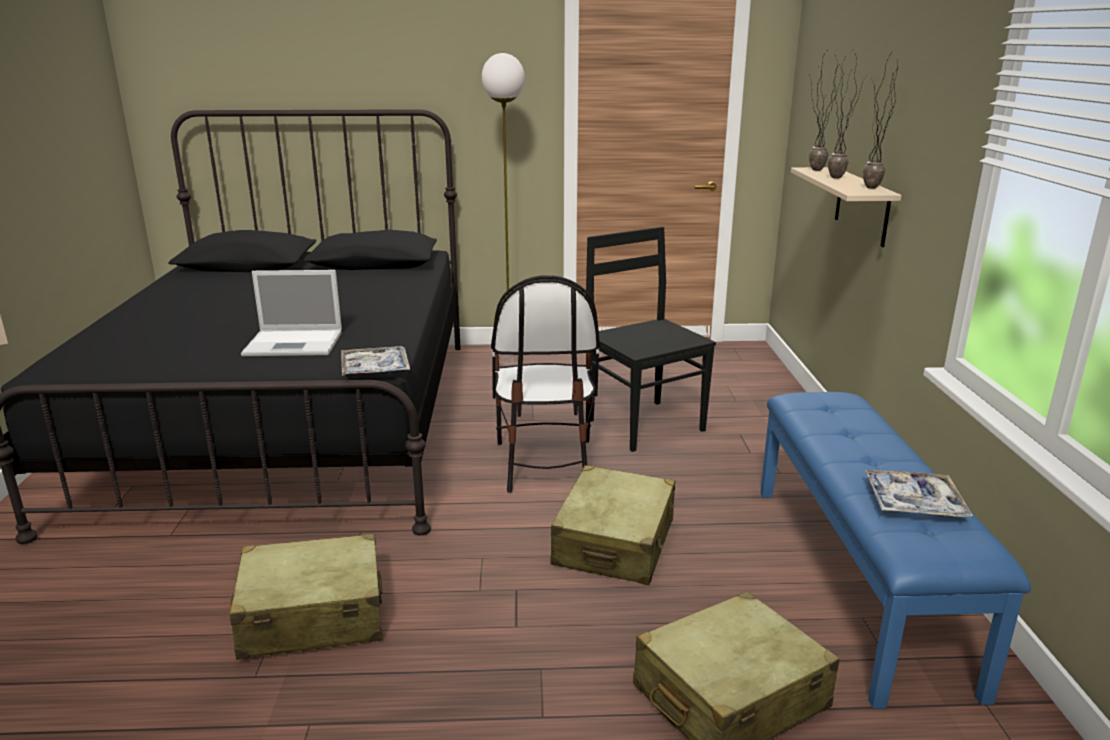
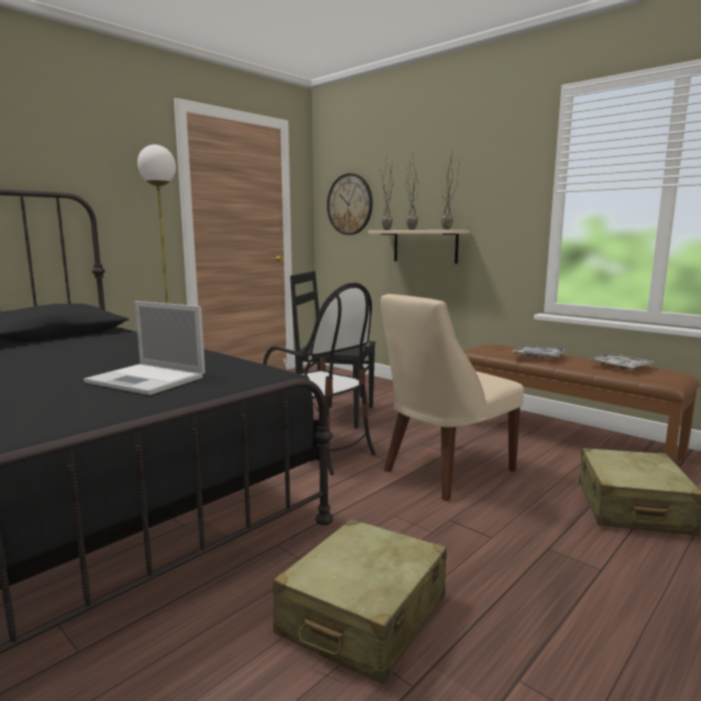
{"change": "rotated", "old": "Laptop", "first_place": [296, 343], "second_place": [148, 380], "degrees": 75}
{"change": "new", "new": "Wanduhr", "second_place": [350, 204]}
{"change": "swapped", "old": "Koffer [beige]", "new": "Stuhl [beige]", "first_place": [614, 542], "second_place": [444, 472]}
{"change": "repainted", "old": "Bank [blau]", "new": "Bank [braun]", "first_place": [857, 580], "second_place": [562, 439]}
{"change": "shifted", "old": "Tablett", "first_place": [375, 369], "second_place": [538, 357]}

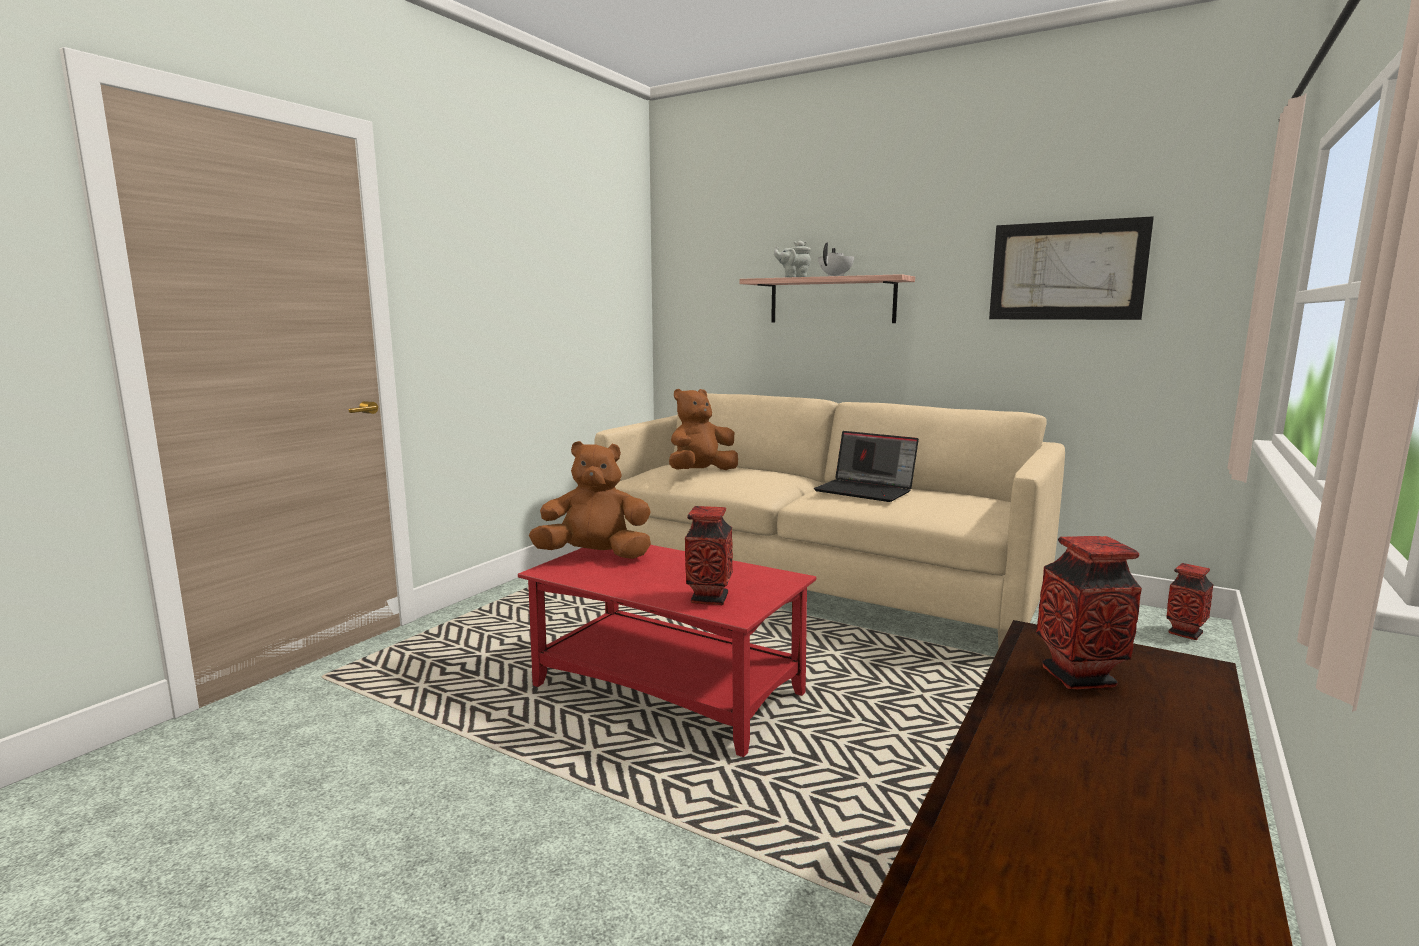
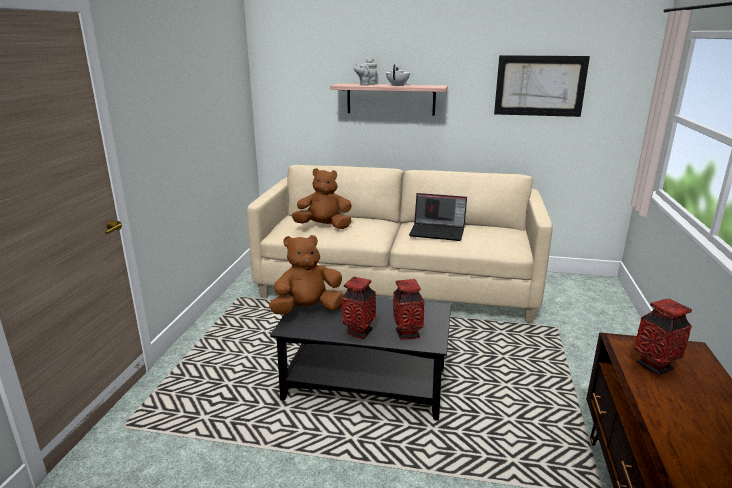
{"change": "repainted", "old": "Couchtisch [rot]", "new": "Couchtisch [schwarz]", "first_place": [670, 690], "second_place": [367, 384]}
{"change": "rotated", "old": "Plüschtier [braun]", "first_place": [701, 472], "second_place": [324, 226], "degrees": 60}
{"change": "shifted", "old": "Vase", "first_place": [1185, 633], "second_place": [359, 332]}

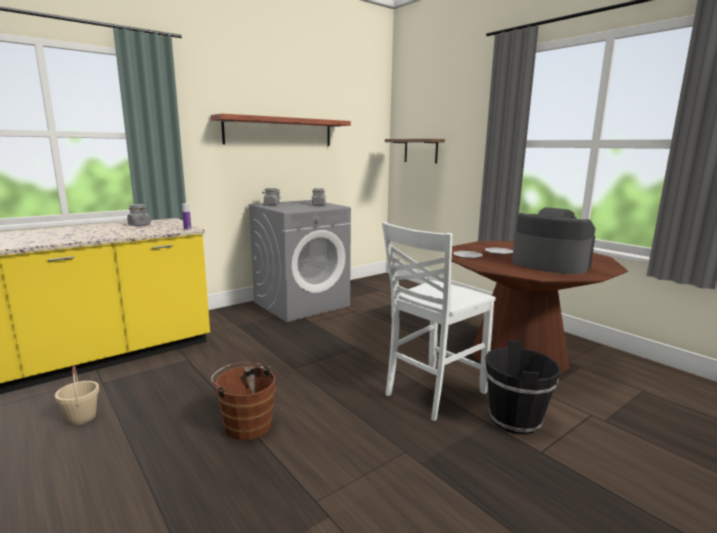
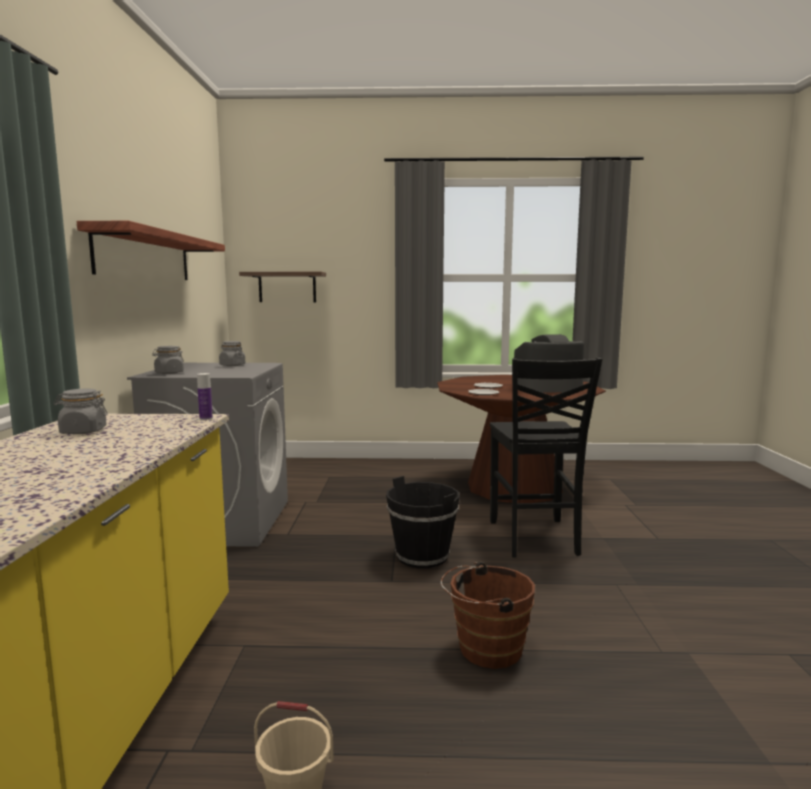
{"change": "shifted", "old": "Eimer [schwarz]", "first_place": [515, 420], "second_place": [423, 556]}
{"change": "repainted", "old": "Stuhl [weiß]", "new": "Stuhl [schwarz]", "first_place": [432, 393], "second_place": [534, 538]}

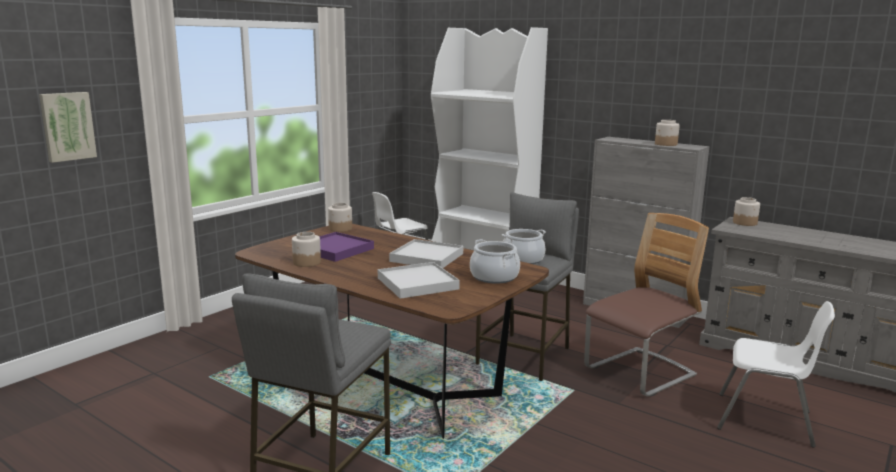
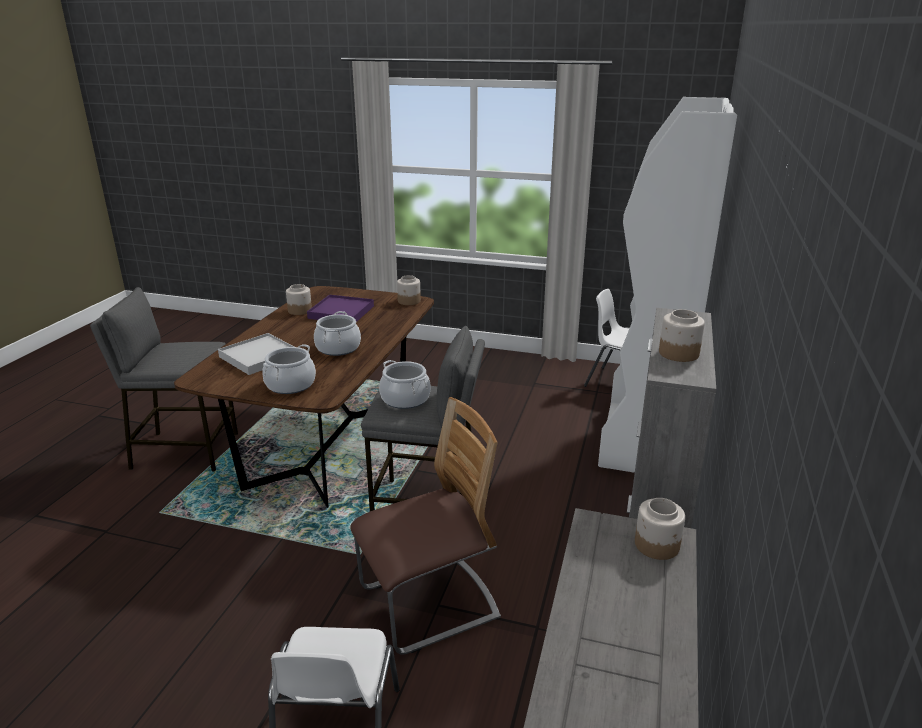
{"change": "swapped", "old": "Tablett [weiß]", "new": "Kochtopf", "first_place": [427, 257], "second_place": [338, 348]}
{"change": "rotated", "old": "Stuhl", "first_place": [639, 373], "second_place": [428, 604], "degrees": -60}
{"change": "gone", "old": "Bild", "first_place": [67, 126]}

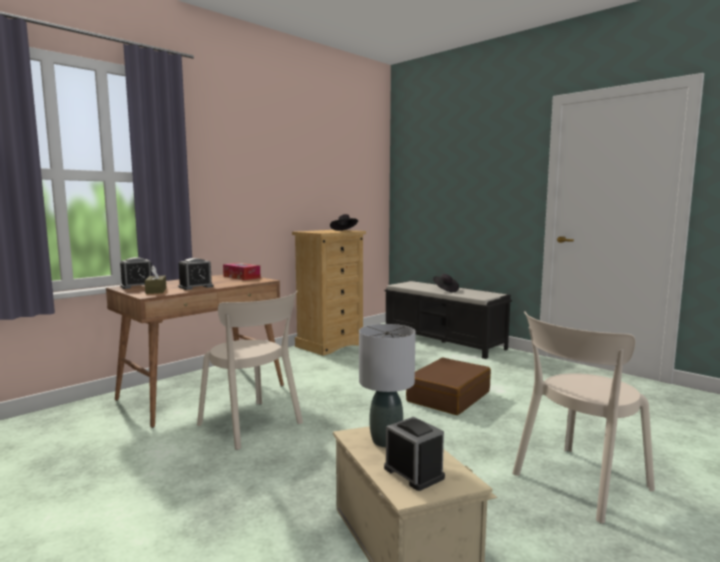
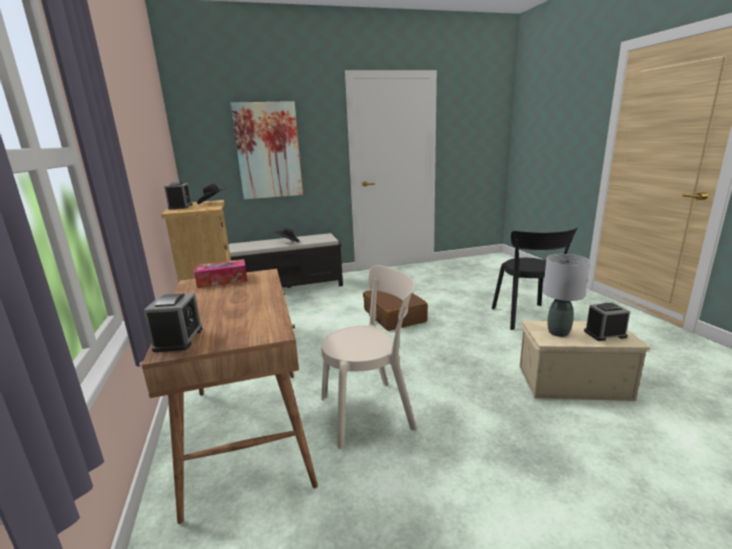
{"change": "shifted", "old": "Wecker", "first_place": [196, 287], "second_place": [180, 207]}
{"change": "new", "new": "Bild", "second_place": [268, 151]}
{"change": "repainted", "old": "Stuhl [beige]", "new": "Stuhl [schwarz]", "first_place": [577, 483], "second_place": [528, 318]}
{"change": "gone", "old": "Taschentuchbox [braun]", "first_place": [156, 291]}

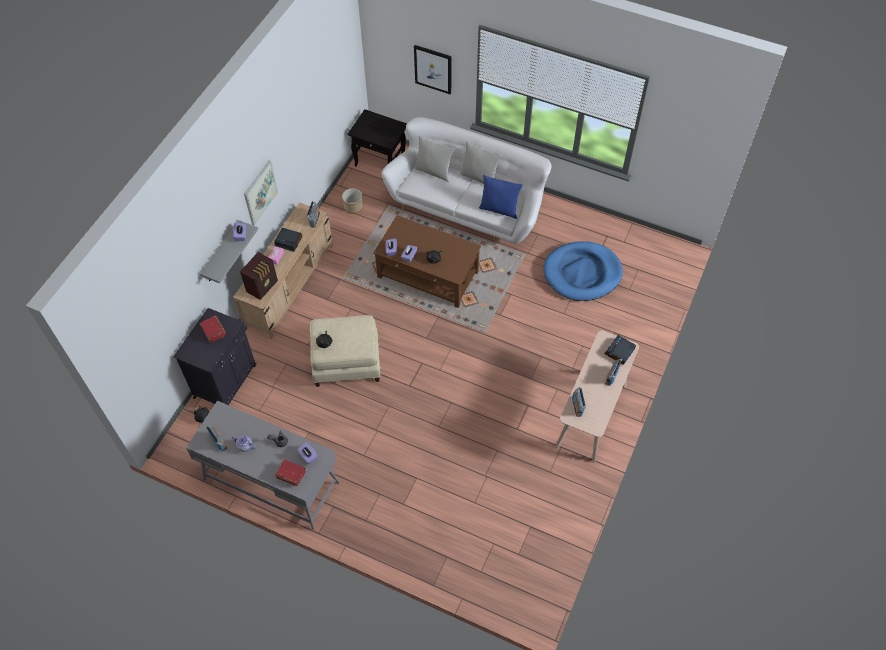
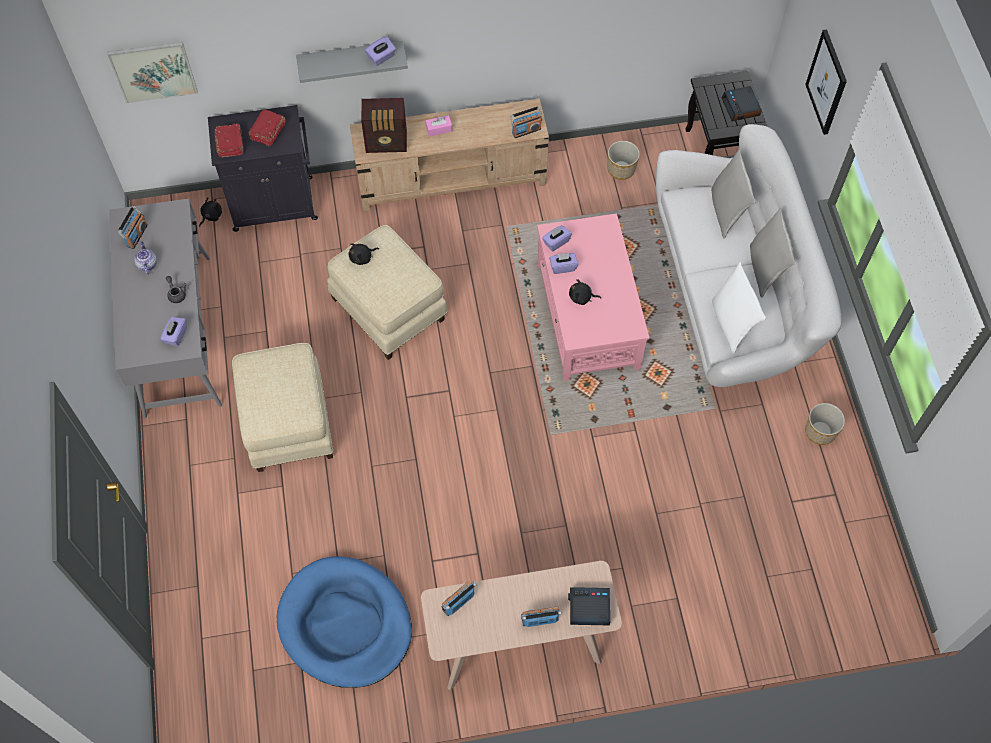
{"change": "shifted", "old": "Bild", "first_place": [260, 192], "second_place": [153, 71]}
{"change": "shifted", "old": "Buch [rot]", "first_place": [291, 474], "second_place": [231, 144]}
{"change": "new", "new": "Polsterhocker [beige]", "second_place": [287, 422]}
{"change": "shifted", "old": "Hundebett [blau]", "first_place": [582, 273], "second_place": [345, 624]}
{"change": "repainted", "old": "Couchtisch [braun]", "new": "Couchtisch [rosa]", "first_place": [428, 274], "second_place": [587, 315]}
{"change": "repainted", "old": "Kissen [blau]", "new": "Kissen [weiß]", "first_place": [499, 209], "second_place": [731, 324]}
{"change": "shifted", "old": "Wecker", "first_place": [289, 241], "second_place": [741, 107]}
{"change": "new", "new": "Pflanzkübel", "second_place": [820, 431]}

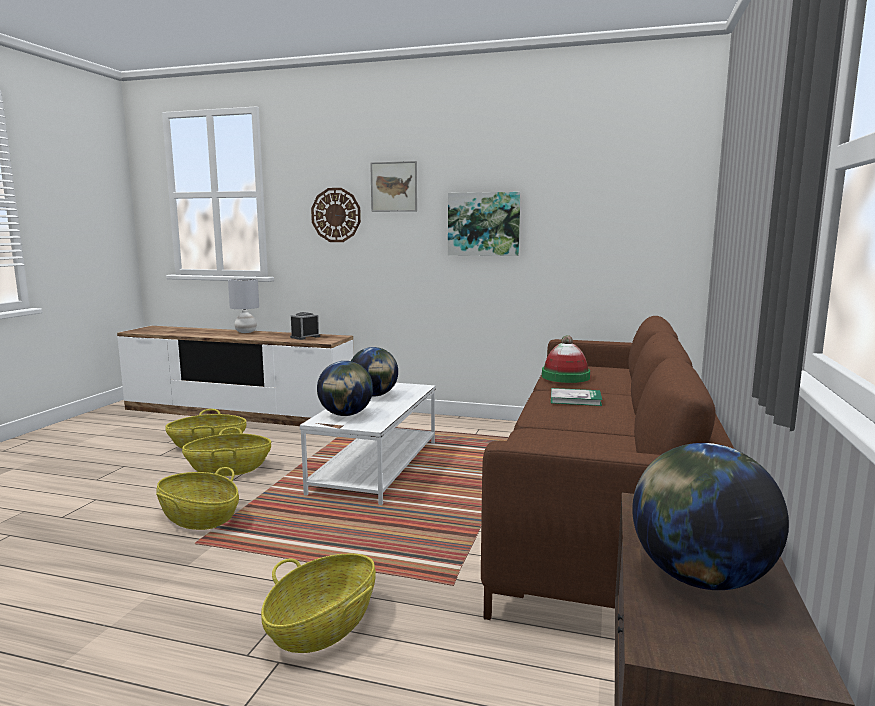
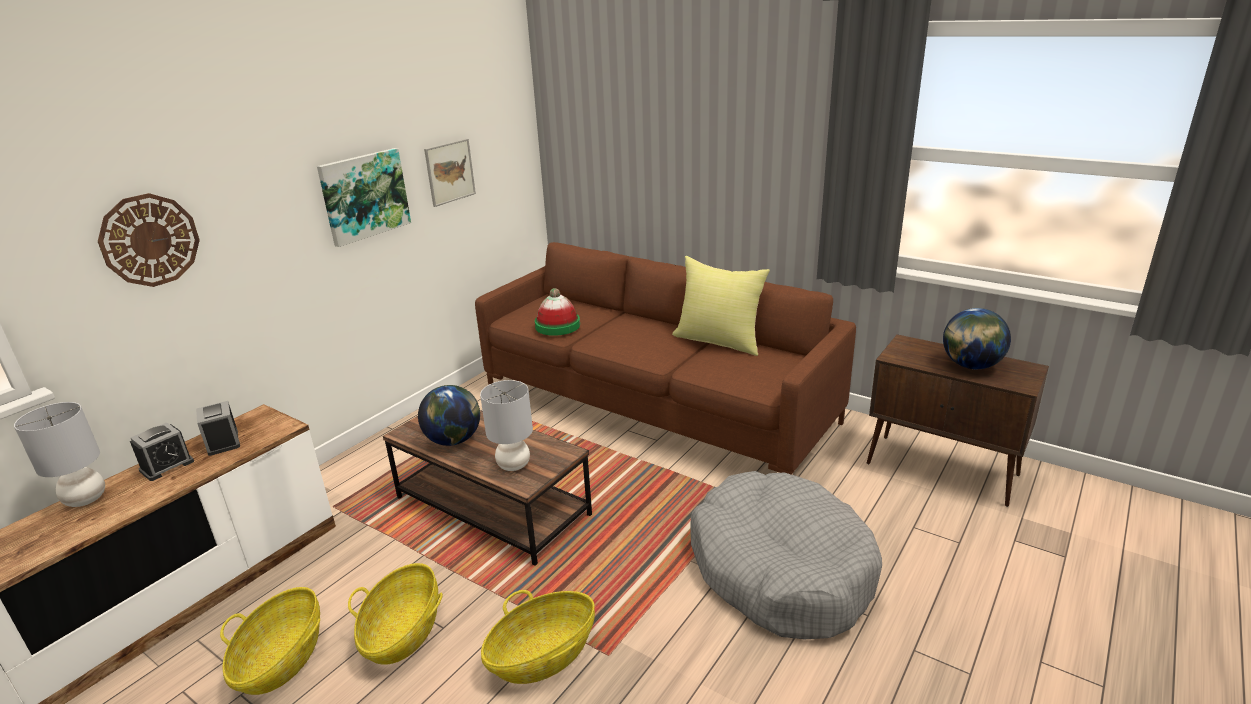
{"change": "new", "new": "Wecker", "second_place": [167, 466]}
{"change": "repainted", "old": "Couchtisch [weiß]", "new": "Couchtisch [braun]", "first_place": [376, 467], "second_place": [493, 506]}
{"change": "shifted", "old": "Bild", "first_place": [394, 186], "second_place": [450, 172]}
{"change": "swapped", "old": "Globus", "new": "Tischlampe [grau]", "first_place": [346, 415], "second_place": [514, 465]}
{"change": "new", "new": "Kissen [gelb]", "second_place": [719, 341]}
{"change": "swapped", "old": "Korb", "new": "Hundebett [grau]", "first_place": [323, 626], "second_place": [780, 569]}
{"change": "gone", "old": "Buch", "first_place": [575, 399]}

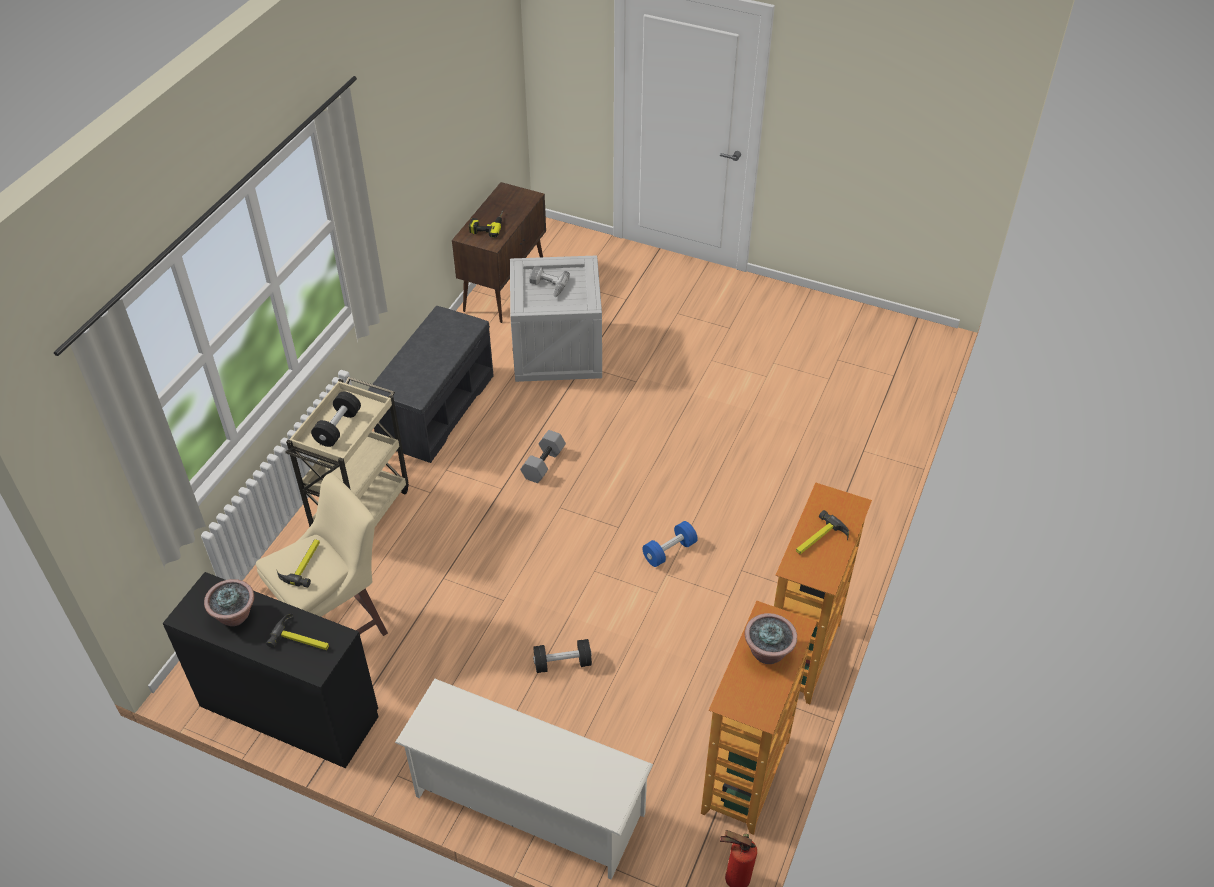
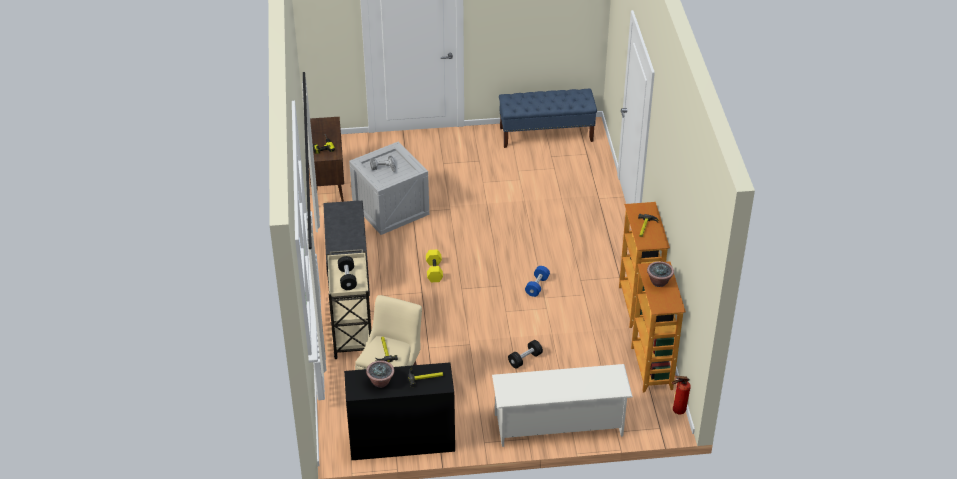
{"change": "repainted", "old": "Hantel [grau]", "new": "Hantel [gelb]", "first_place": [543, 463], "second_place": [433, 271]}
{"change": "new", "new": "Bank [blau]", "second_place": [546, 134]}

